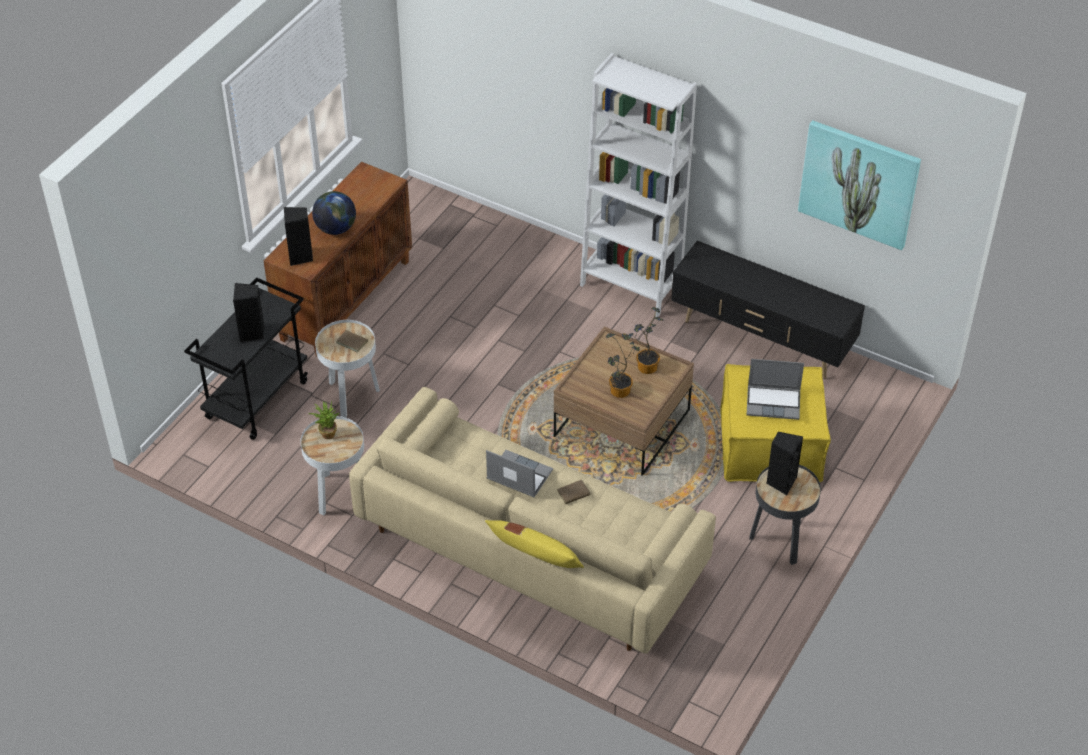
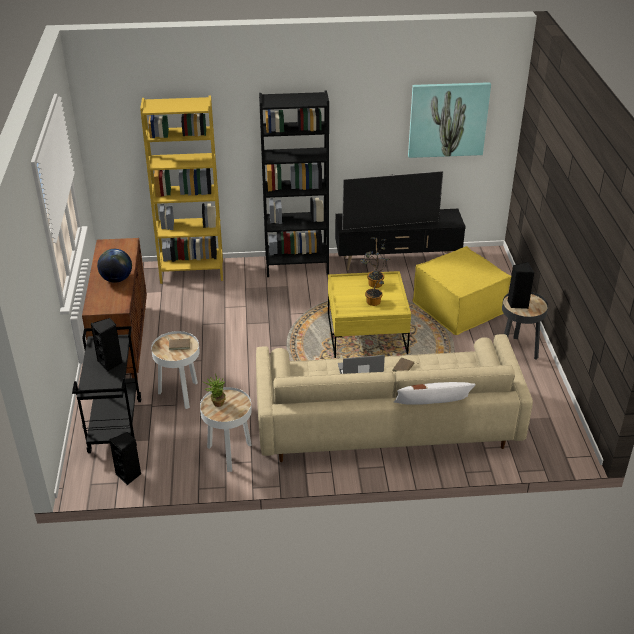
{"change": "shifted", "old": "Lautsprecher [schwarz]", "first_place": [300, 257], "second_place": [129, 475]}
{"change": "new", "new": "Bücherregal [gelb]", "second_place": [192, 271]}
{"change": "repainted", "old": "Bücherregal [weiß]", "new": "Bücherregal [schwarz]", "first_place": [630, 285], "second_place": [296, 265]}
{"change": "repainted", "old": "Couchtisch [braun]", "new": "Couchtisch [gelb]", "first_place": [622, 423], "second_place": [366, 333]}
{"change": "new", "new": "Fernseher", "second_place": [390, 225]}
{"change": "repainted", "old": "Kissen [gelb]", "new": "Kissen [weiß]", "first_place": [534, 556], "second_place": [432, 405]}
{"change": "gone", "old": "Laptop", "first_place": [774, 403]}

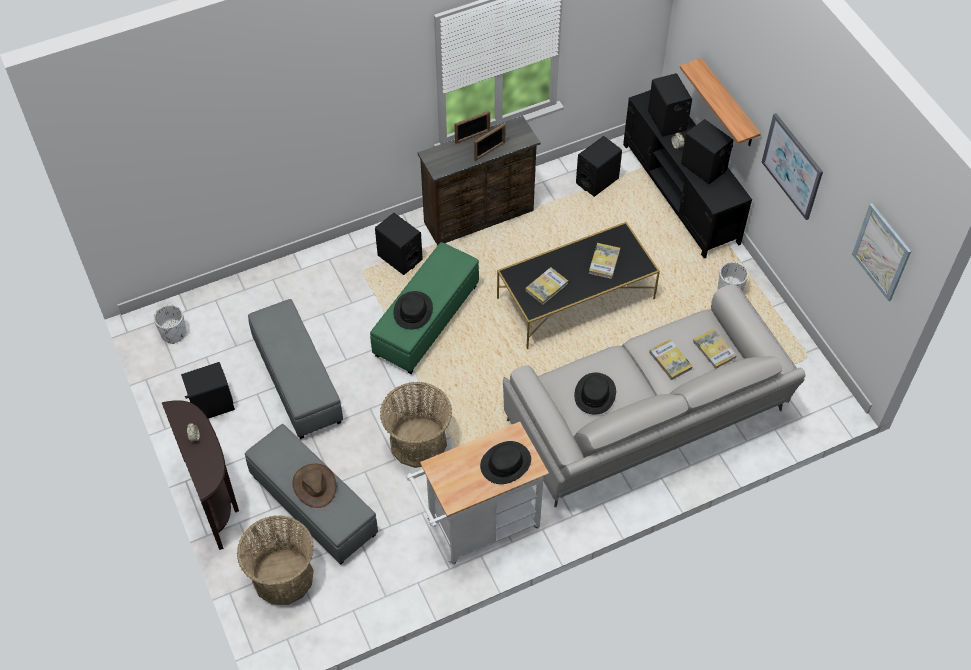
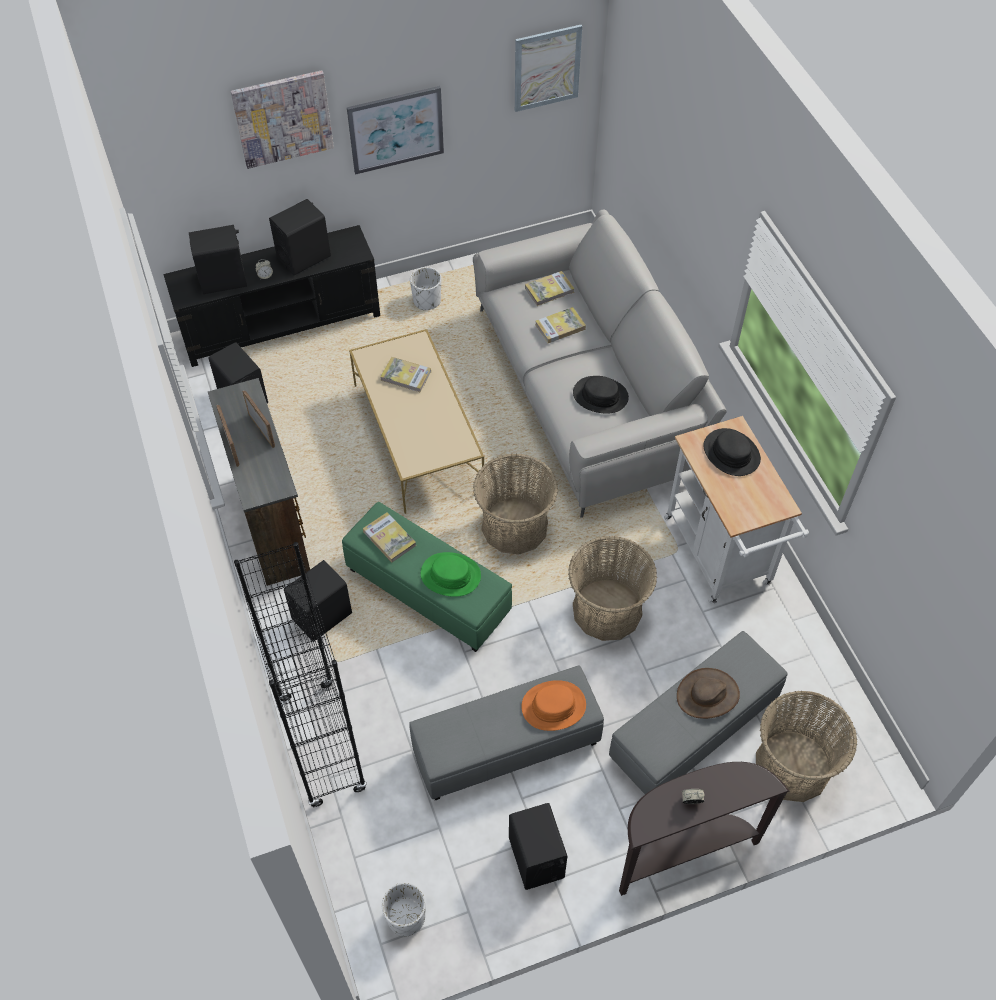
{"change": "new", "new": "Bild", "second_place": [283, 118]}
{"change": "new", "new": "Bücherregal [schwarz]", "second_place": [322, 743]}
{"change": "repainted", "old": "Couchtisch [schwarz]", "new": "Couchtisch [beige]", "first_place": [575, 299], "second_place": [418, 437]}
{"change": "shifted", "old": "Buch", "first_place": [546, 287], "second_place": [389, 538]}
{"change": "repainted", "old": "Hut [schwarz]", "new": "Hut [grün]", "first_place": [413, 311], "second_place": [450, 575]}
{"change": "new", "new": "Korb", "second_place": [514, 527]}
{"change": "new", "new": "Hut [orange]", "second_place": [553, 706]}
{"change": "gone", "old": "Wandregal", "first_place": [728, 105]}

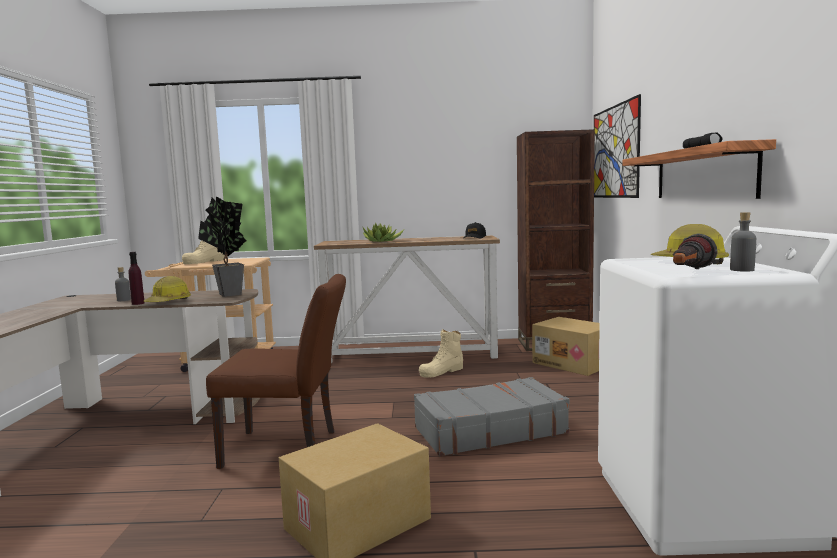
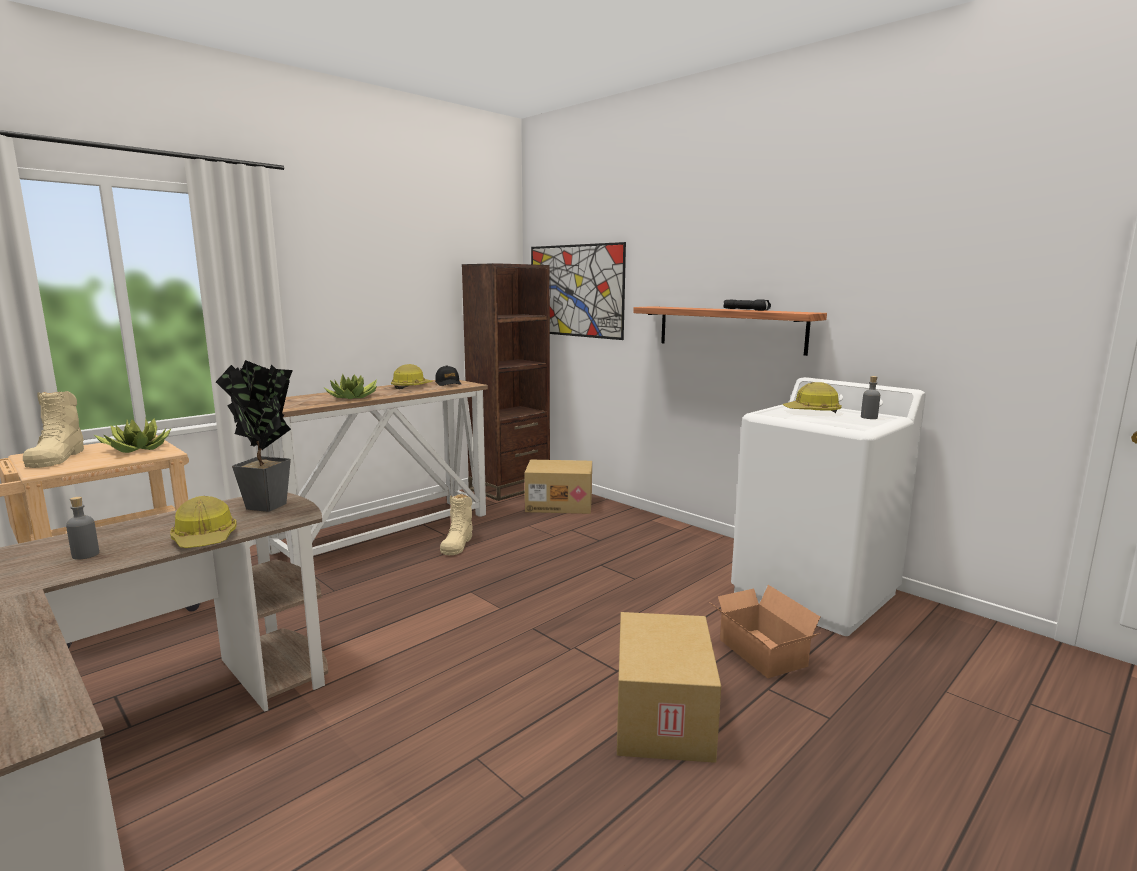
{"change": "new", "new": "Topfpflanze", "second_place": [136, 449]}
{"change": "new", "new": "Schutzhelm", "second_place": [411, 386]}
{"change": "new", "new": "Karton", "second_place": [761, 654]}
{"change": "gone", "old": "Flasche [lila]", "first_place": [138, 303]}
{"change": "gone", "old": "Stuhl [braun]", "first_place": [289, 448]}
{"change": "gone", "old": "Koffer [grau]", "first_place": [489, 430]}
{"change": "gone", "old": "Taschenlampe", "first_place": [688, 273]}

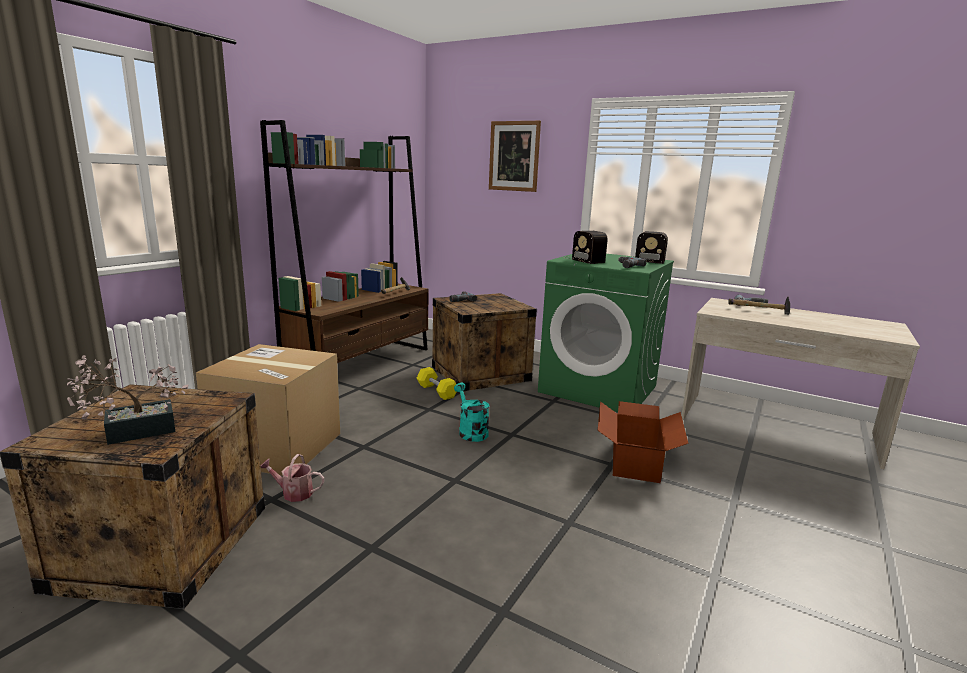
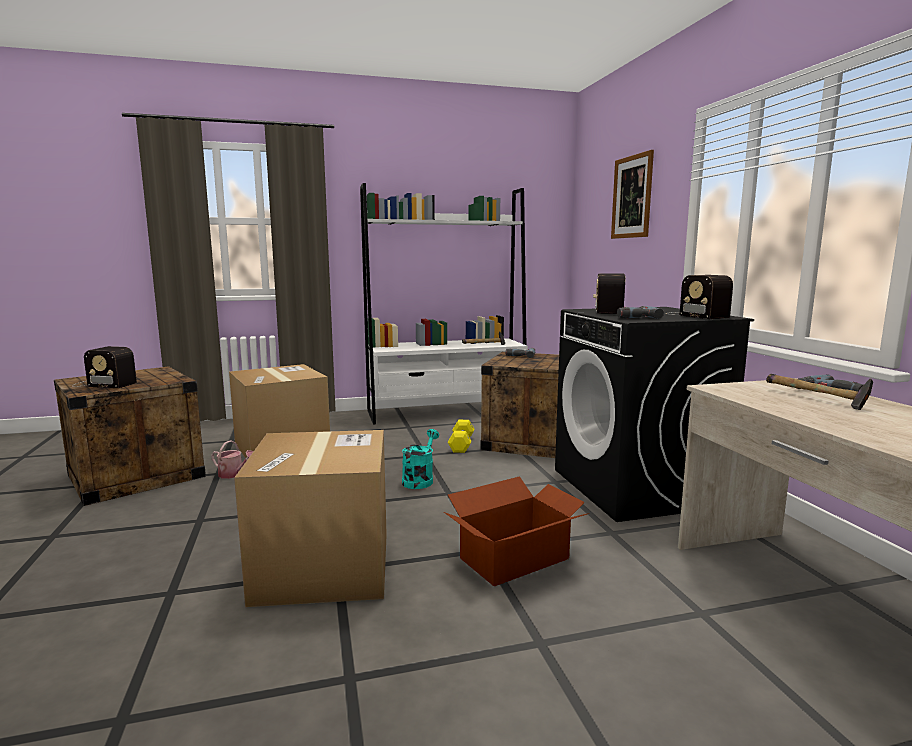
{"change": "swapped", "old": "Topfpflanze", "new": "Radio", "first_place": [132, 431], "second_place": [103, 383]}
{"change": "rotated", "old": "Gießkanne", "first_place": [293, 493], "second_place": [233, 474], "degrees": 150}
{"change": "new", "new": "Karton", "second_place": [324, 566]}
{"change": "repainted", "old": "Bücherregal [braun]", "new": "Bücherregal [weiß]", "first_place": [361, 364], "second_place": [447, 412]}
{"change": "repainted", "old": "Waschmaschine [grün]", "new": "Waschmaschine [schwarz]", "first_place": [599, 389], "second_place": [637, 488]}

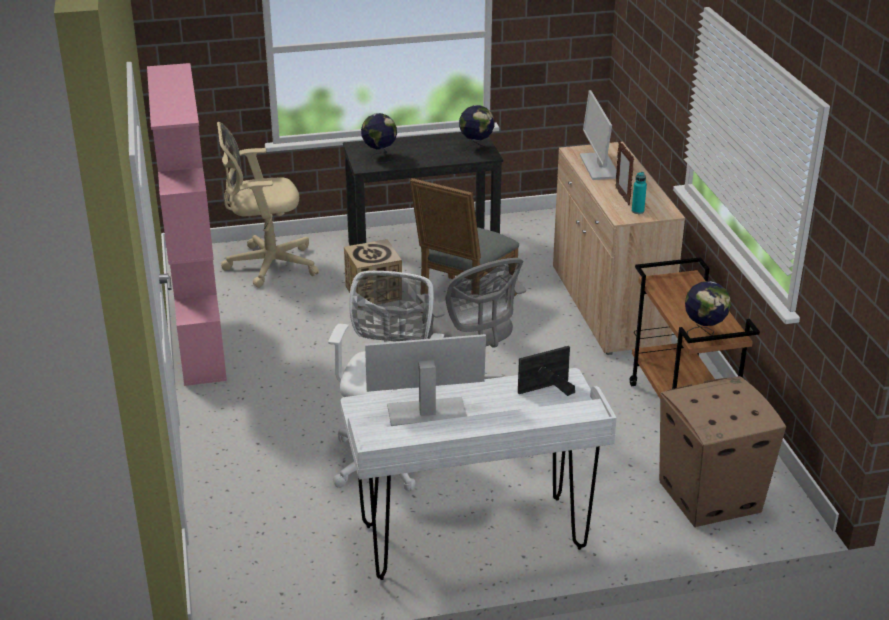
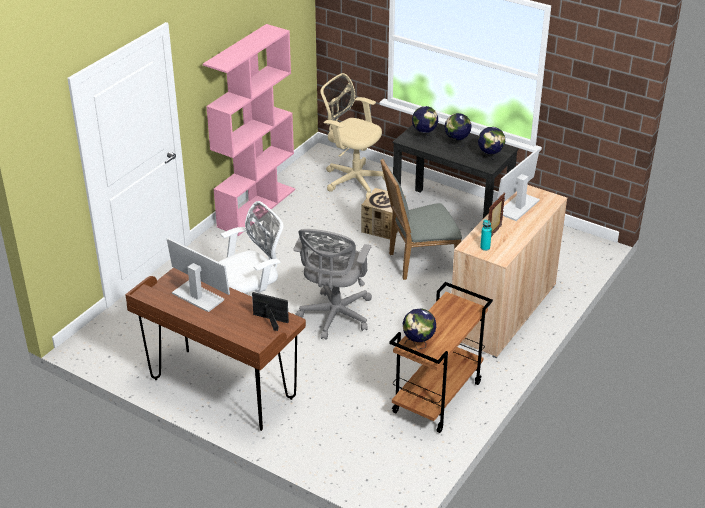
{"change": "repainted", "old": "Schreibtisch [weiß]", "new": "Schreibtisch [braun]", "first_place": [473, 538], "second_place": [222, 389]}
{"change": "new", "new": "Globus", "second_place": [456, 144]}
{"change": "gone", "old": "Karton", "first_place": [708, 497]}

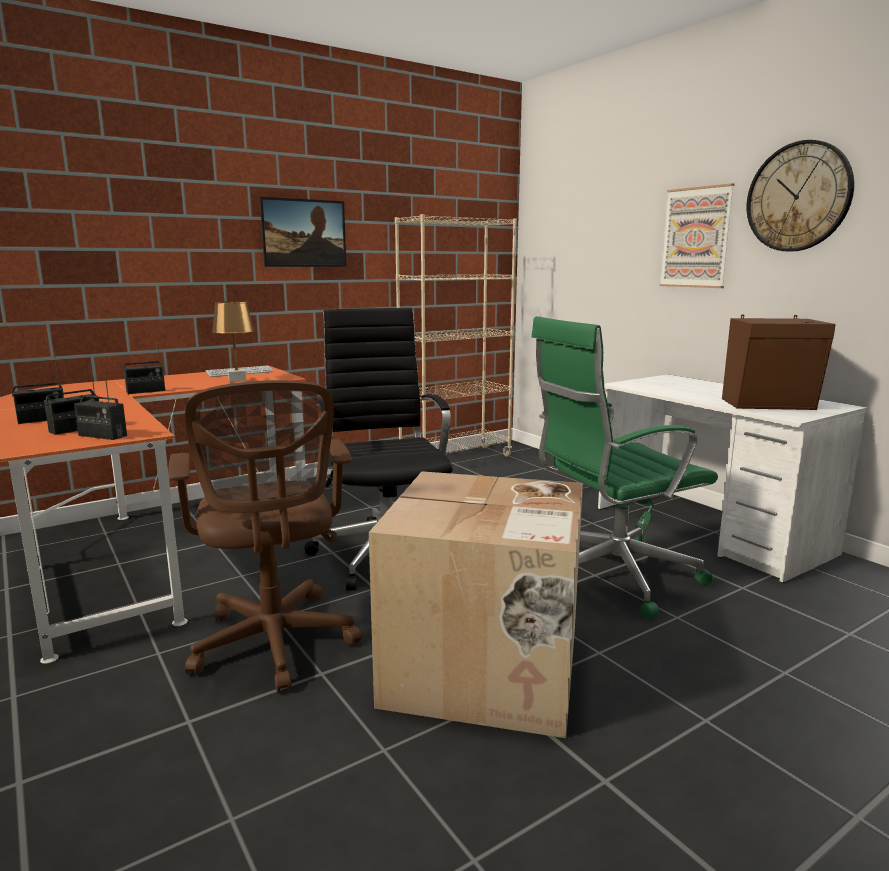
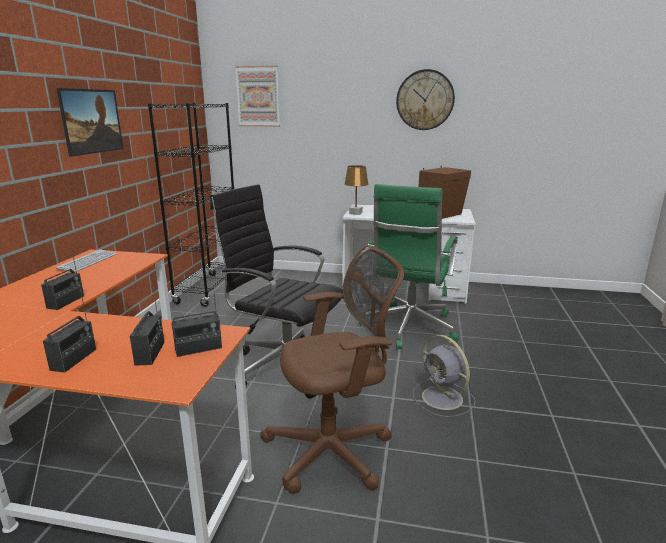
{"change": "repainted", "old": "Bücherregal [beige]", "new": "Bücherregal [schwarz]", "first_place": [455, 460], "second_place": [209, 289]}
{"change": "shifted", "old": "Bild", "first_place": [696, 238], "second_place": [258, 96]}
{"change": "rotated", "old": "Bürostuhl [braun]", "first_place": [274, 645], "second_place": [334, 451], "degrees": -45}
{"change": "shifted", "old": "Tischlampe [braun]", "first_place": [237, 380], "second_place": [355, 213]}
{"change": "swapped", "old": "Karton", "new": "Ventilator [grau]", "first_place": [486, 668], "second_place": [443, 399]}

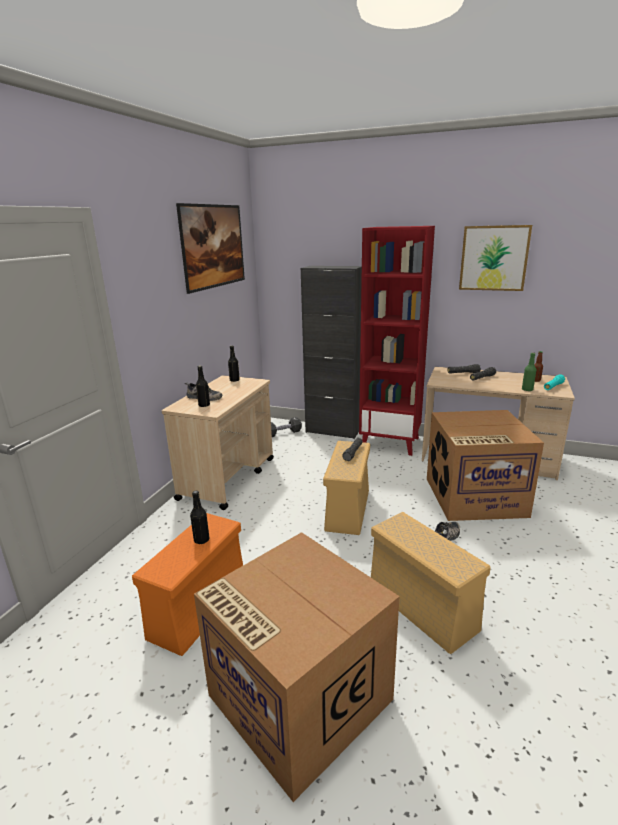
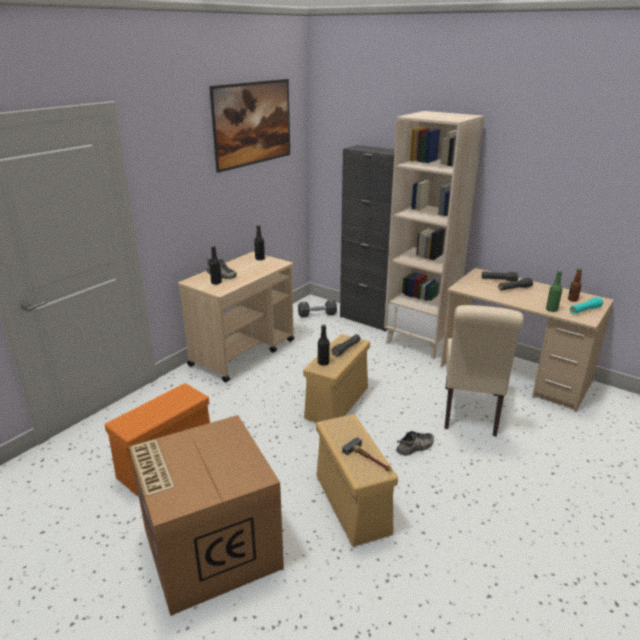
{"change": "shifted", "old": "Flasche [schwarz]", "first_place": [201, 540], "second_place": [323, 363]}
{"change": "new", "new": "Hammer", "second_place": [369, 459]}
{"change": "repainted", "old": "Bücherregal [rot]", "new": "Bücherregal [beige]", "first_place": [390, 443], "second_place": [420, 341]}
{"change": "swapped", "old": "Karton", "new": "Stuhl [beige]", "first_place": [474, 497], "second_place": [470, 413]}
{"change": "gone", "old": "Bild", "first_place": [494, 258]}

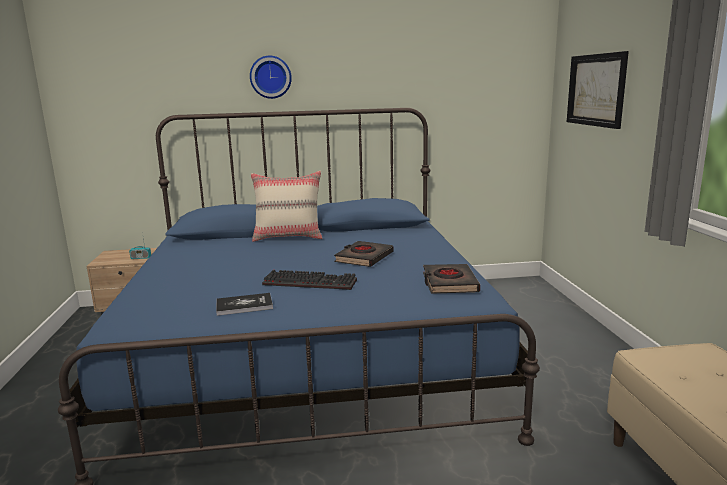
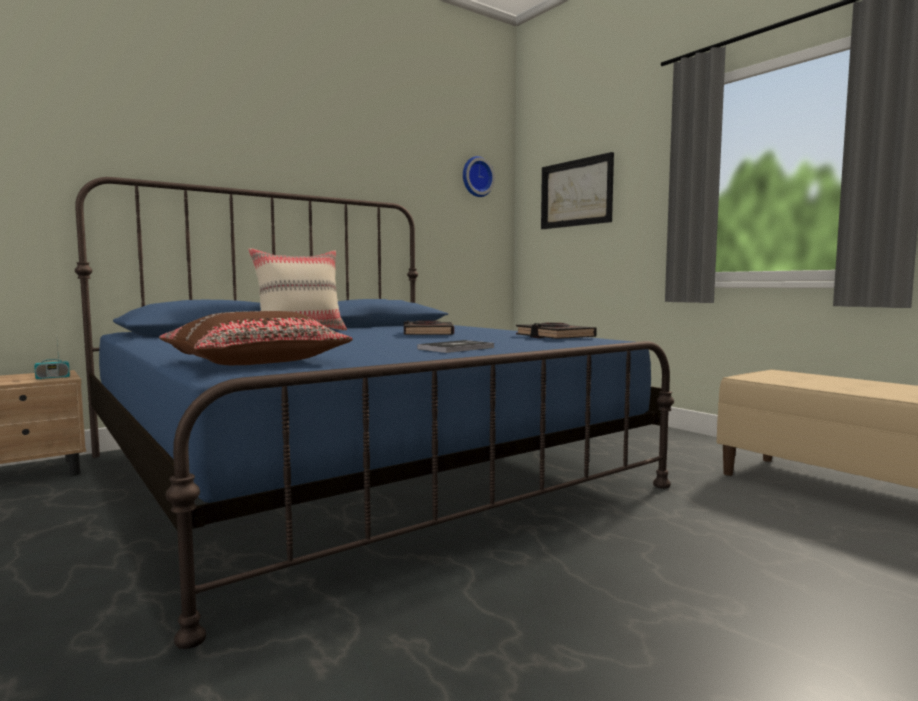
{"change": "new", "new": "Kissen [braun]", "second_place": [255, 361]}
{"change": "shifted", "old": "Buch", "first_place": [244, 305], "second_place": [456, 348]}
{"change": "shifted", "old": "Wanduhr", "first_place": [270, 77], "second_place": [476, 177]}
{"change": "gone", "old": "Tastatur", "first_place": [312, 282]}

